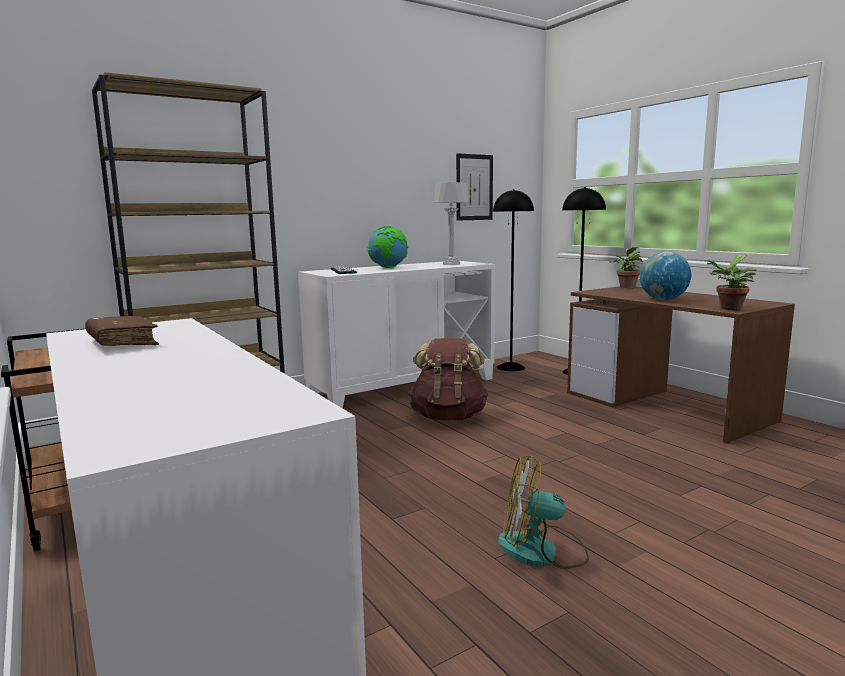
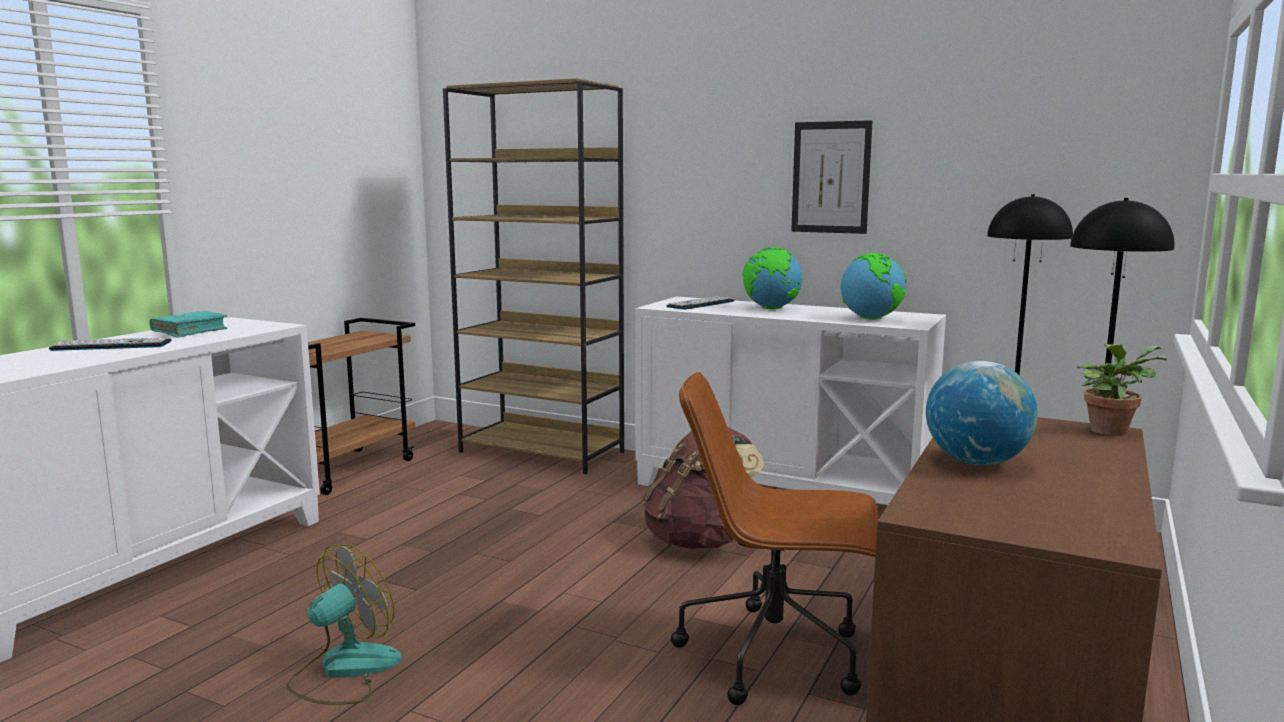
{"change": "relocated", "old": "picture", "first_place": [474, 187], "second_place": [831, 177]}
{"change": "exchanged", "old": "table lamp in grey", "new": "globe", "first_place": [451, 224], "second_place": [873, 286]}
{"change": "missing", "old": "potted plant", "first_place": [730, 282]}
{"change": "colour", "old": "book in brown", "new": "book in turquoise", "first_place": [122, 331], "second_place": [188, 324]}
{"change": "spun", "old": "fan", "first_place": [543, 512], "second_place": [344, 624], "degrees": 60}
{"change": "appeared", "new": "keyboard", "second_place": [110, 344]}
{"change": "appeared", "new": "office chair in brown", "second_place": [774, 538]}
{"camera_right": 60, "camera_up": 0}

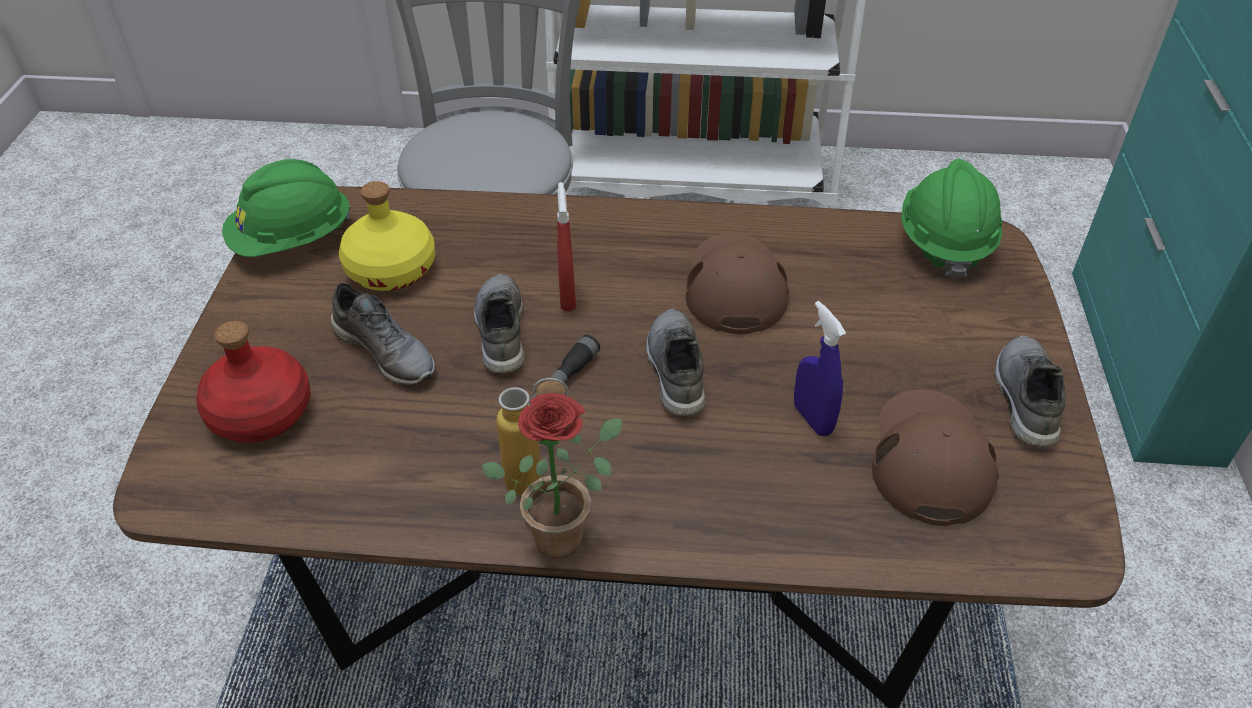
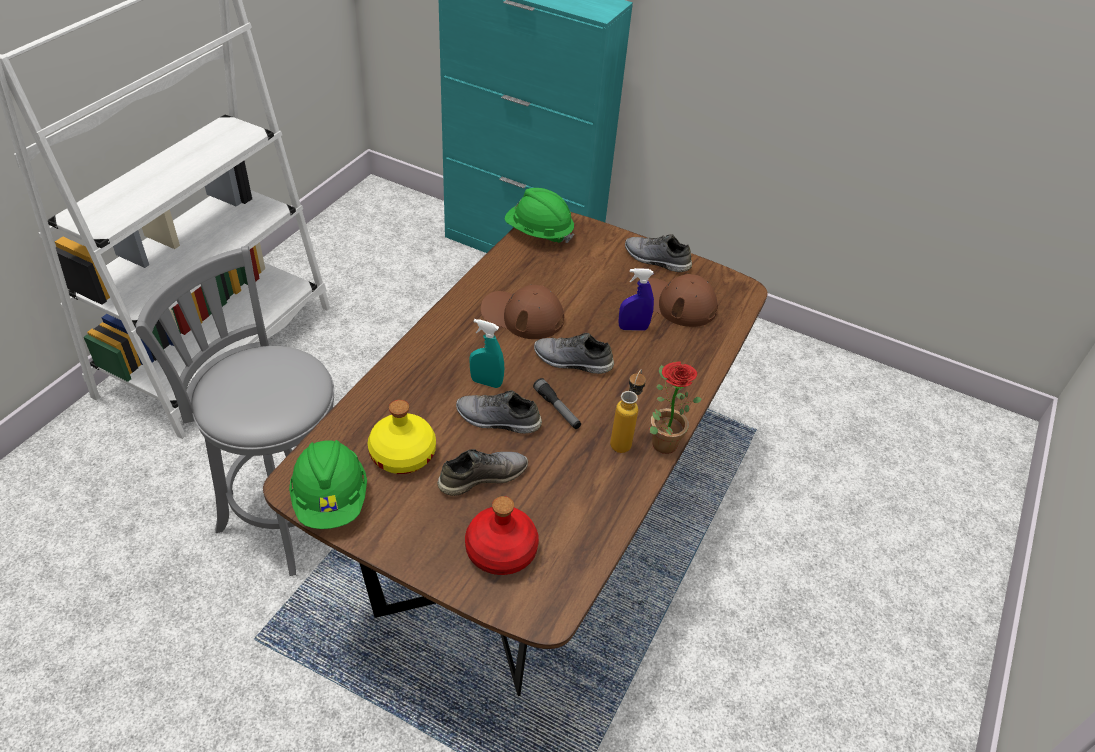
{"change": "colour", "old": "spray bottle in red", "new": "spray bottle in turquoise", "first_place": [566, 246], "second_place": [486, 353]}
{"camera_right": -70, "camera_up": 0}

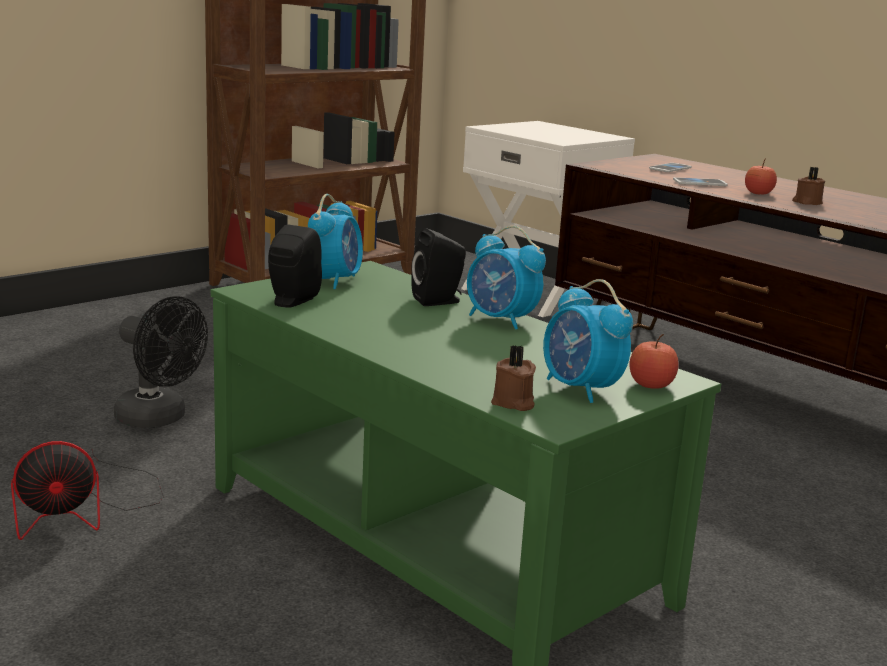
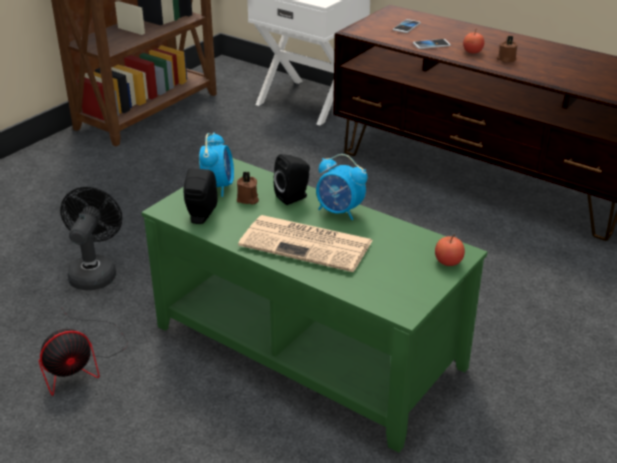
{"change": "missing", "old": "alarm clock", "first_place": [588, 341]}
{"change": "spun", "old": "fan in black", "first_place": [161, 362], "second_place": [91, 238], "degrees": -105}
{"change": "relocated", "old": "candle in brown", "first_place": [513, 378], "second_place": [248, 188]}
{"change": "appeared", "new": "newspaper", "second_place": [305, 243]}
{"camera_right": -10, "camera_up": 15}

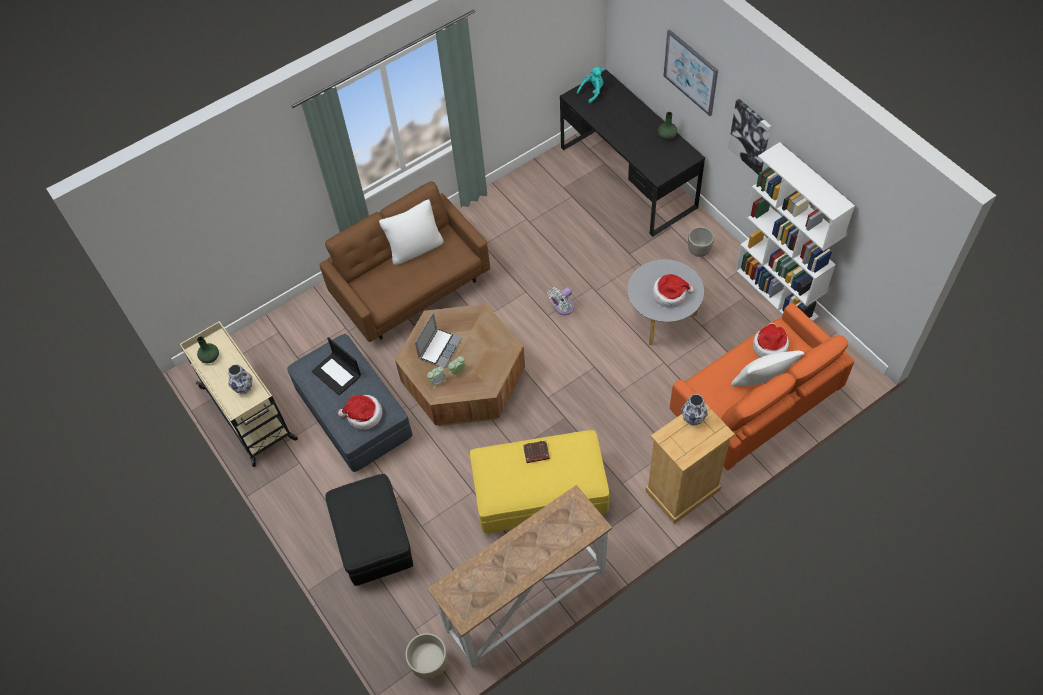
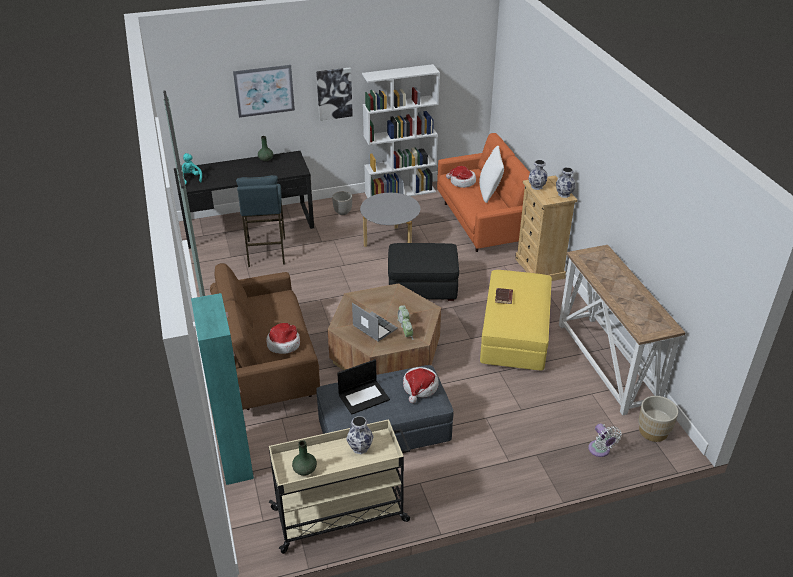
{"change": "missing", "old": "pillow in white", "first_place": [411, 232]}
{"change": "relocated", "old": "hat", "first_place": [673, 291], "second_place": [283, 338]}
{"change": "relocated", "old": "fan in white", "first_place": [561, 301], "second_place": [605, 440]}
{"change": "relocated", "old": "ottoman in black", "first_place": [369, 530], "second_place": [423, 272]}
{"change": "appeared", "new": "vase", "second_place": [565, 182]}
{"change": "appeared", "new": "stool in blue", "second_place": [260, 221]}
{"change": "appeared", "new": "cabinet in turquoise", "second_place": [222, 389]}
{"camera_right": -75, "camera_up": -20}

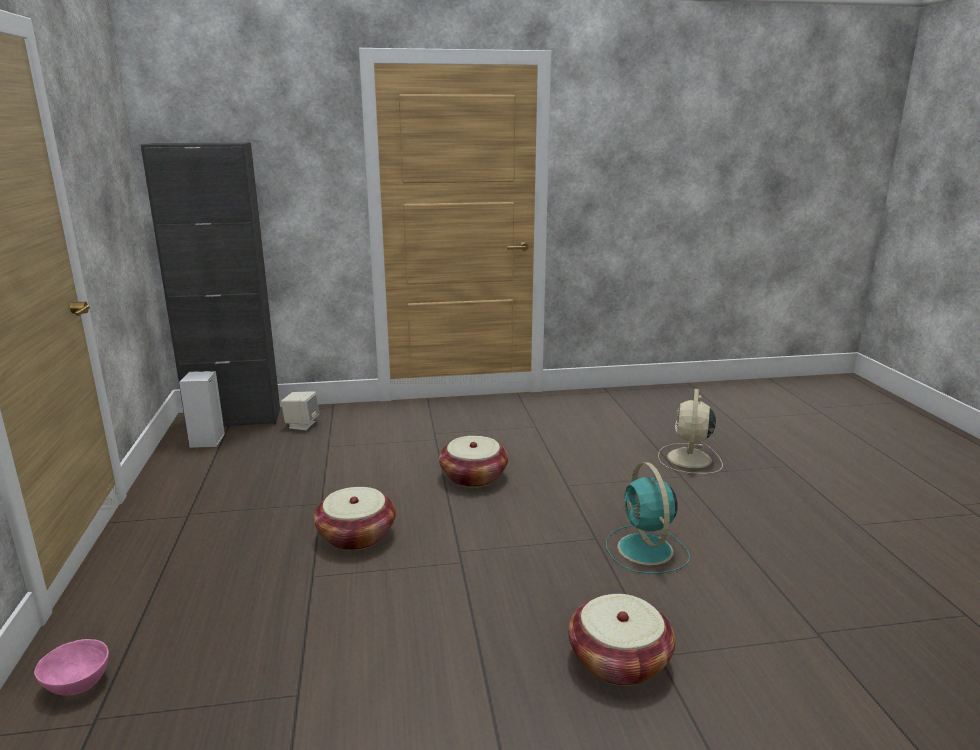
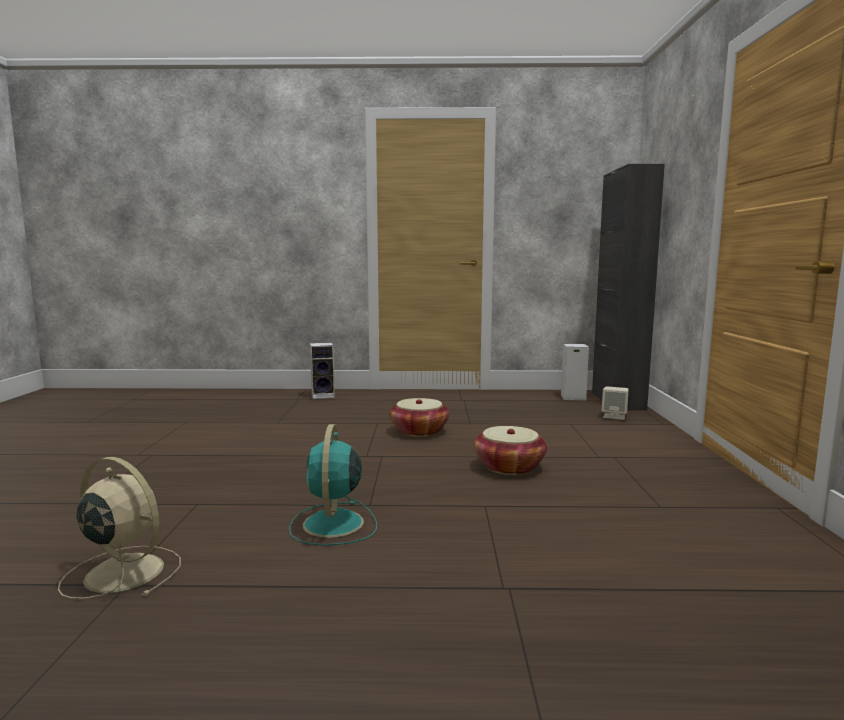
{"change": "relocated", "old": "fan in beige", "first_place": [690, 431], "second_place": [119, 528]}
{"change": "spun", "old": "fan in turquoise", "first_place": [648, 518], "second_place": [333, 484], "degrees": -90}
{"change": "missing", "old": "basket", "first_place": [621, 640]}
{"change": "exchanged", "old": "bowl in pink", "new": "speaker", "first_place": [71, 667], "second_place": [322, 371]}
{"camera_right": 100, "camera_up": -10}

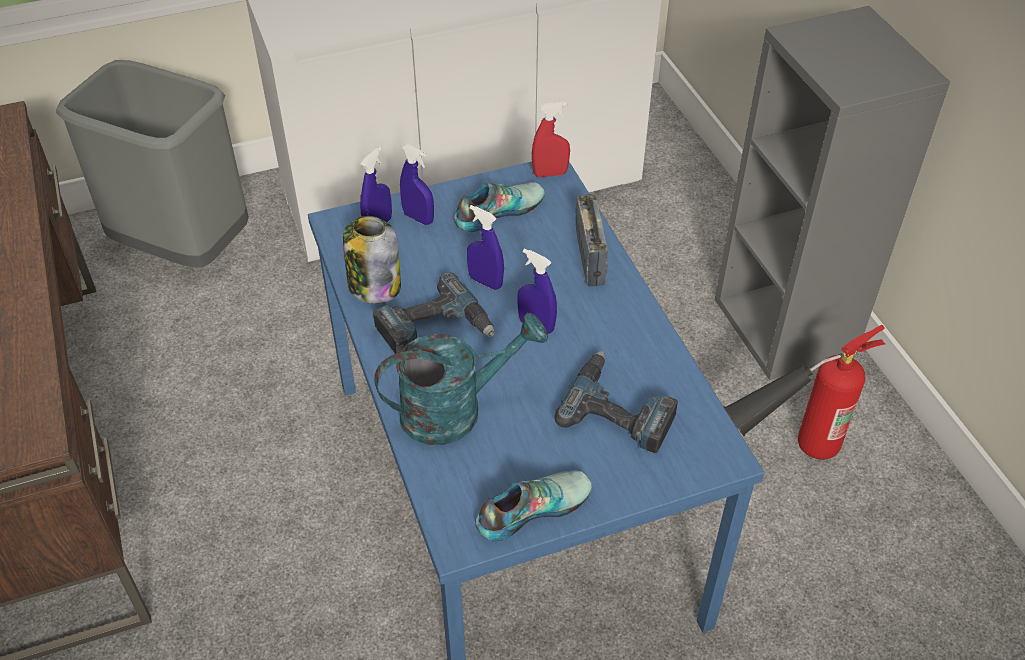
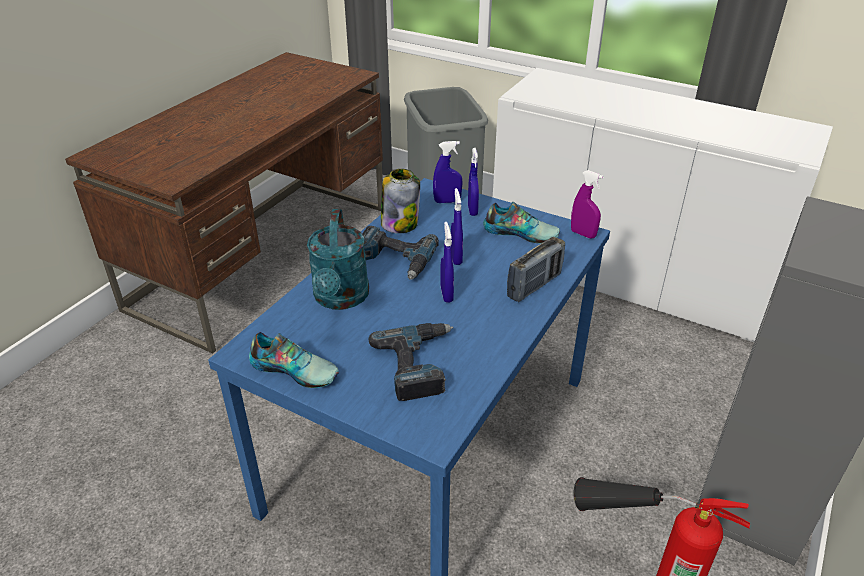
{"change": "colour", "old": "spray bottle in red", "new": "spray bottle in purple", "first_place": [551, 139], "second_place": [587, 204]}
{"change": "spun", "old": "watering can in turquoise", "first_place": [461, 379], "second_place": [338, 259], "degrees": 60}
{"camera_right": 50, "camera_up": -10}

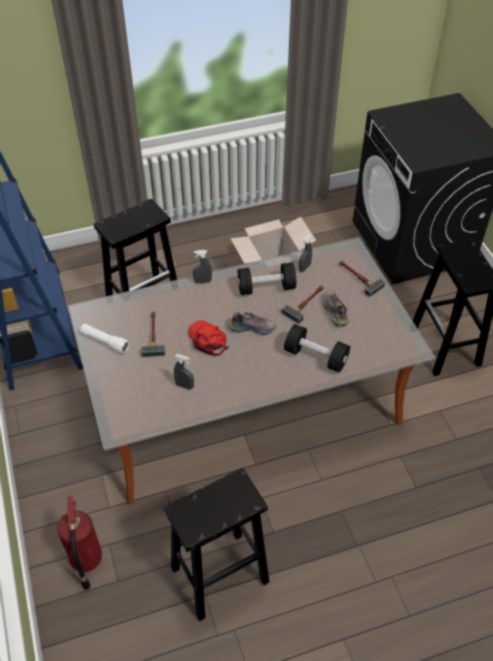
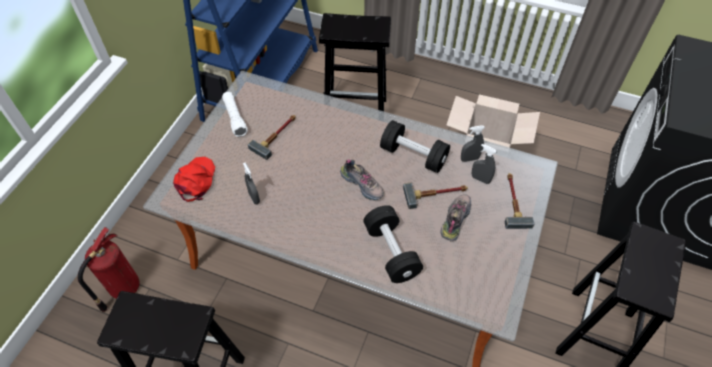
{"change": "relocated", "old": "spray bottle in grey", "first_place": [202, 267], "second_place": [484, 164]}
{"change": "relocated", "old": "cap in red", "first_place": [208, 338], "second_place": [194, 179]}
{"camera_right": 40, "camera_up": 5}

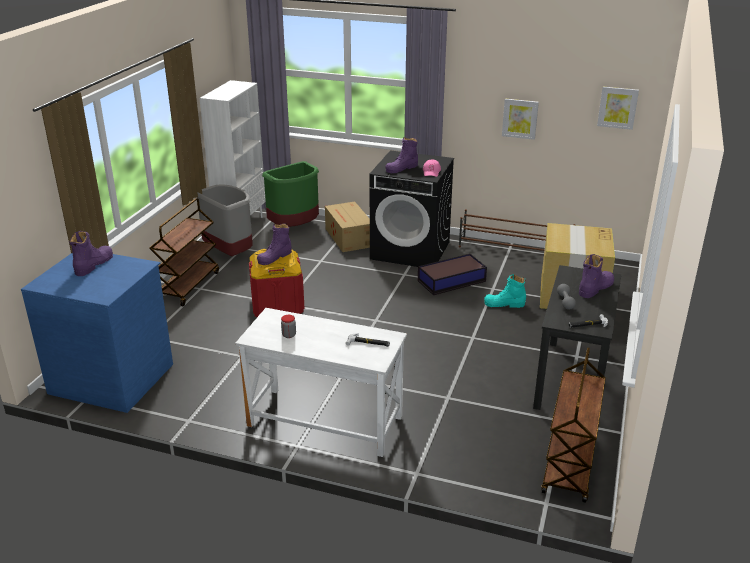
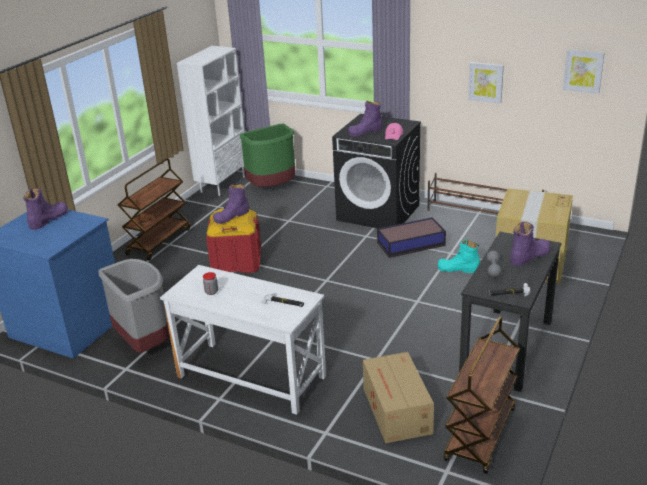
{"change": "relocated", "old": "trash can in grey", "first_place": [225, 220], "second_place": [134, 306]}
{"change": "relocated", "old": "cardboard box", "first_place": [347, 226], "second_place": [398, 397]}
{"camera_right": 10, "camera_up": 0}

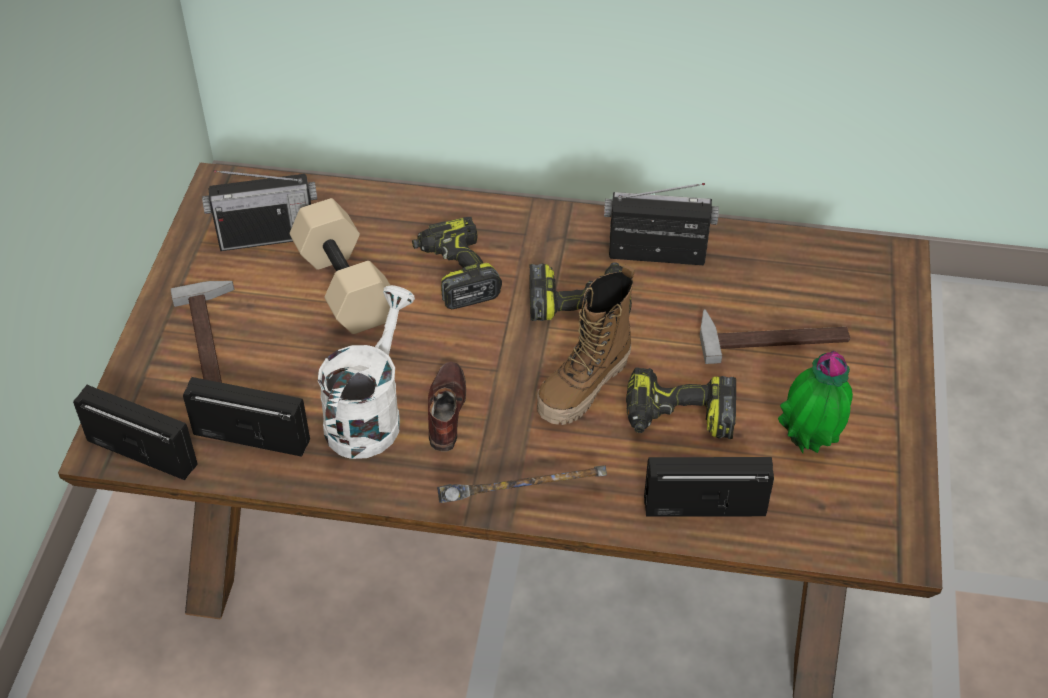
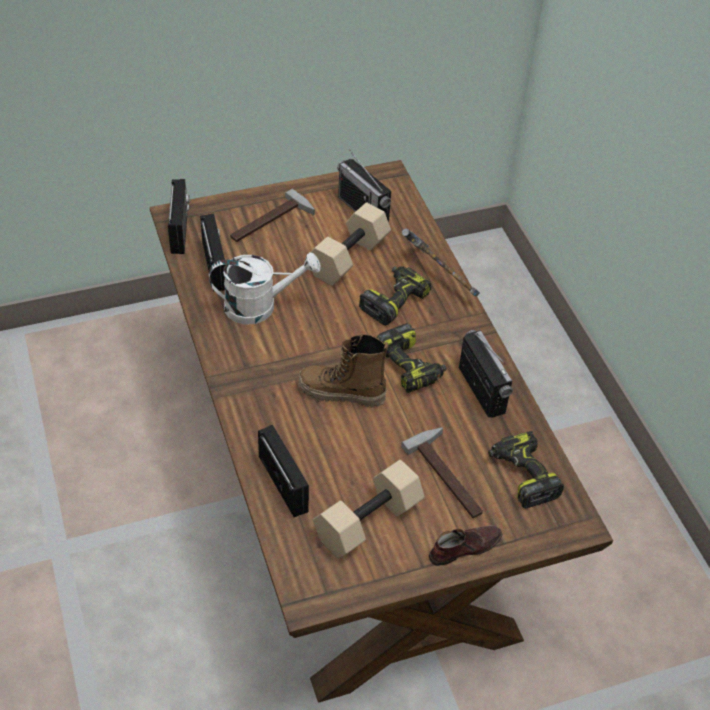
{"change": "exchanged", "old": "potted plant", "new": "dumbbell in beige", "first_place": [815, 402], "second_place": [369, 509]}
{"change": "relocated", "old": "shoe in brown", "first_place": [447, 407], "second_place": [466, 545]}
{"change": "relocated", "old": "power drill", "first_place": [681, 403], "second_place": [526, 469]}
{"change": "relocated", "old": "hammer", "first_place": [522, 484], "second_place": [441, 262]}
{"camera_right": 60, "camera_up": 0}

